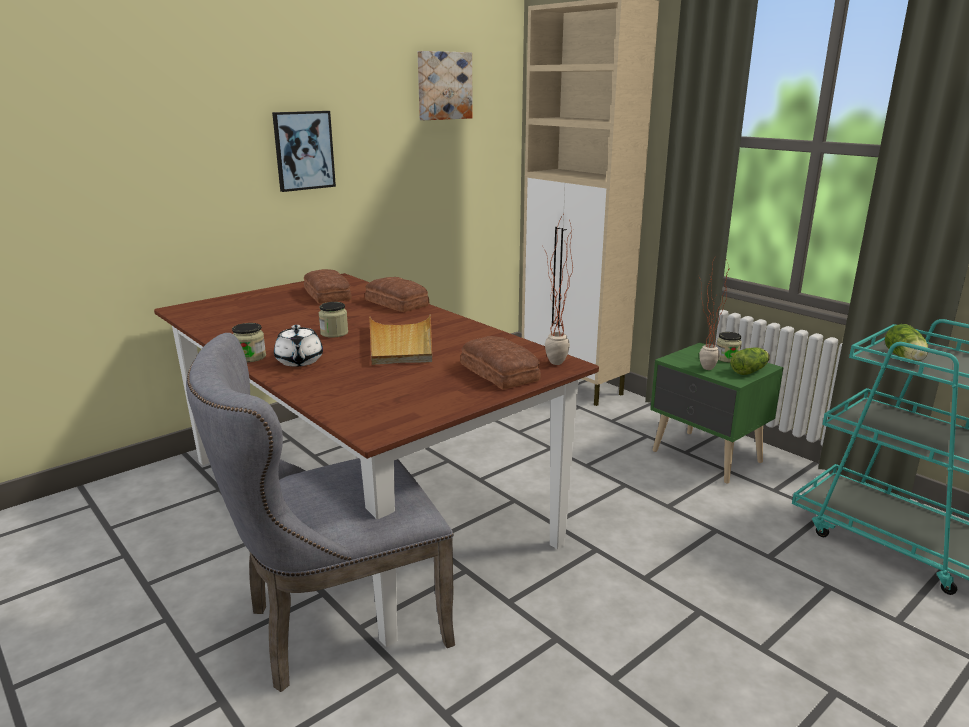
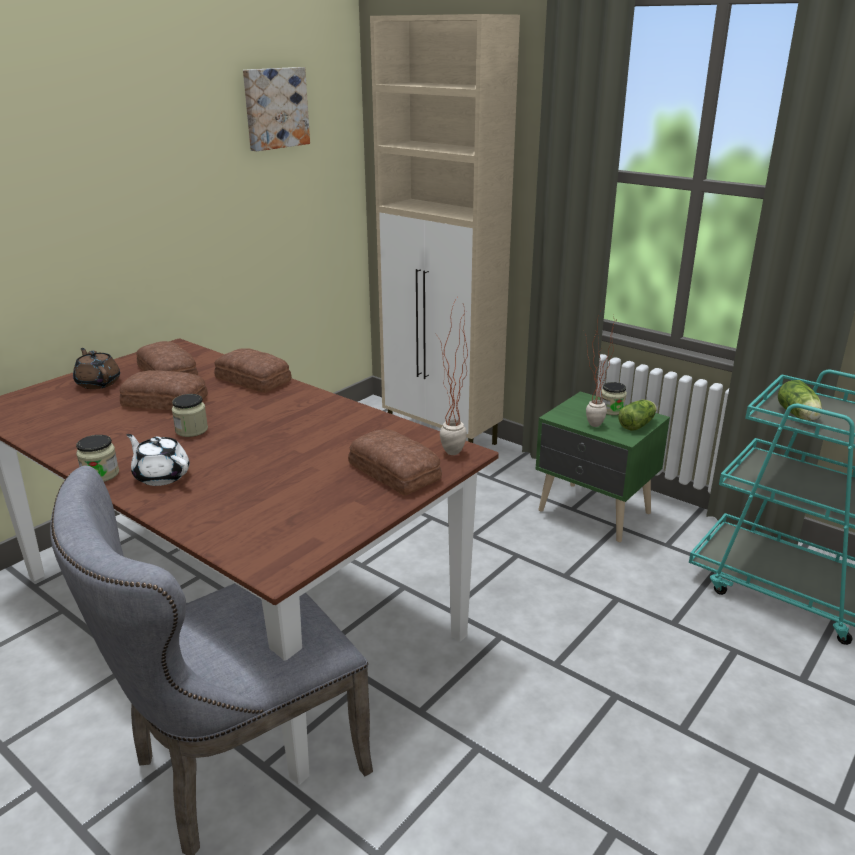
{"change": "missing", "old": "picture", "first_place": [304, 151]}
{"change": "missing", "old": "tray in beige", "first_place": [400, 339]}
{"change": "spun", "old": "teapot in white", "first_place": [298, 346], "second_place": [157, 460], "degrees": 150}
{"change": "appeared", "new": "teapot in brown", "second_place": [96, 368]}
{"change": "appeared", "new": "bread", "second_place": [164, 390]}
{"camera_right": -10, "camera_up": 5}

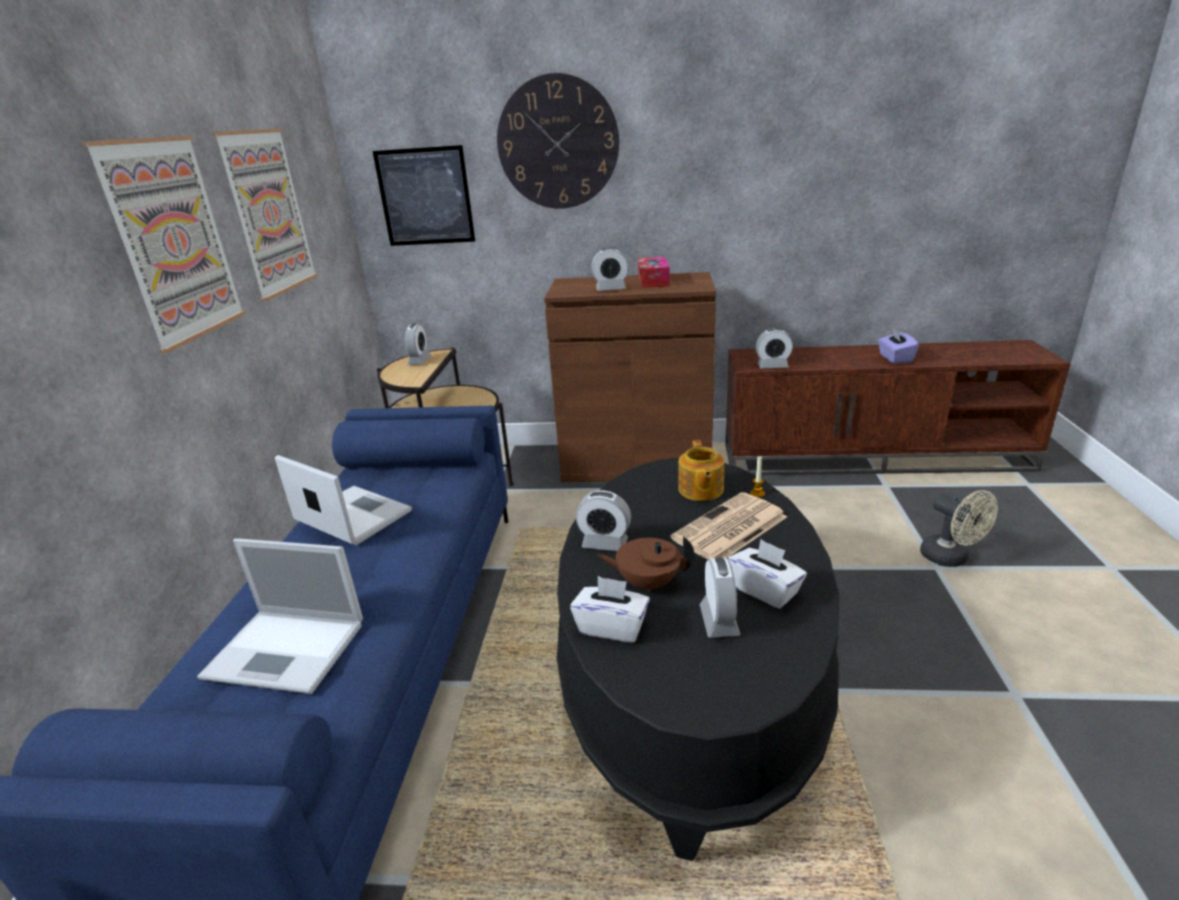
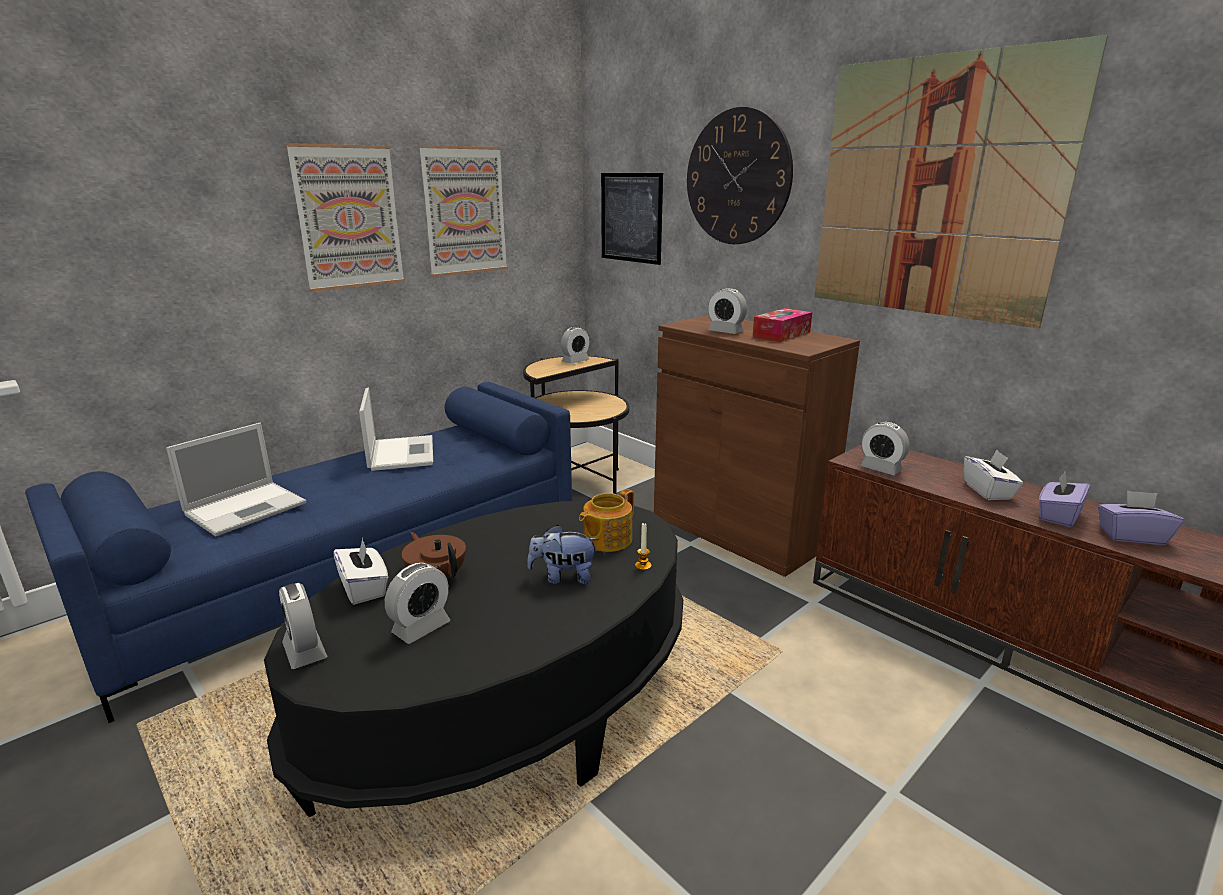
{"change": "relocated", "old": "alarm clock", "first_place": [603, 520], "second_place": [303, 626]}
{"change": "missing", "old": "fan in beige", "first_place": [959, 528]}
{"change": "exchanged", "old": "newspaper", "new": "plush toy", "first_place": [728, 525], "second_place": [563, 554]}
{"change": "spun", "old": "laptop", "first_place": [280, 616], "second_place": [236, 479], "degrees": -105}
{"change": "relocated", "old": "tissue box in white", "first_place": [767, 574], "second_place": [993, 475]}
{"change": "appeared", "new": "picture", "second_place": [961, 181]}
{"change": "appeared", "new": "tissue box in purple", "second_place": [1141, 517]}
{"camera_right": 40, "camera_up": -5}

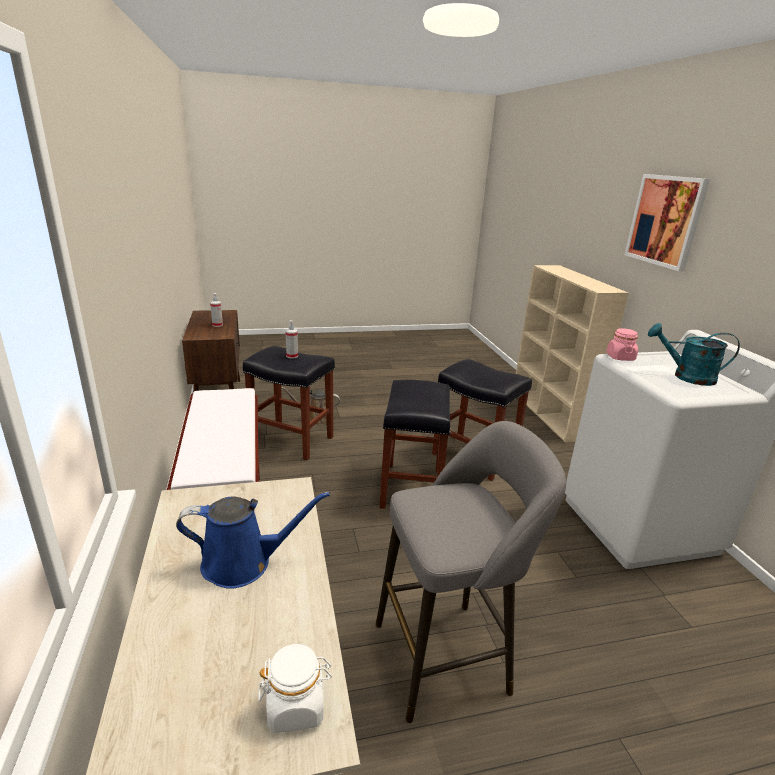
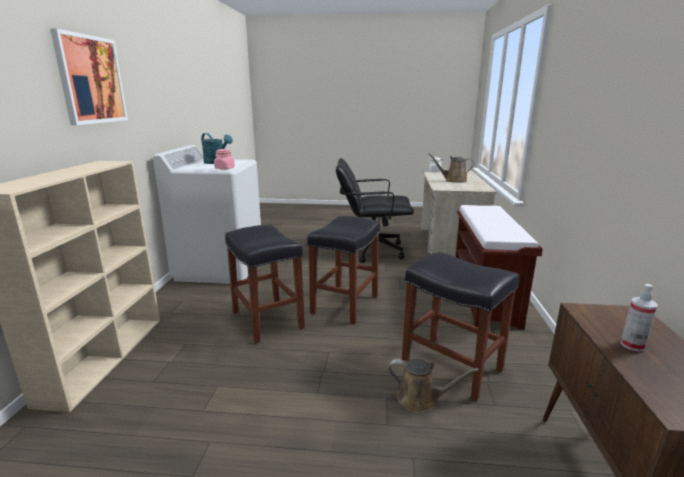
{"change": "missing", "old": "spray bottle", "first_place": [291, 339]}
{"change": "exchanged", "old": "stool in grey", "new": "office chair in black", "first_place": [471, 572], "second_place": [375, 210]}
{"change": "colour", "old": "watering can in blue", "new": "watering can in brown", "first_place": [253, 540], "second_place": [451, 168]}
{"camera_right": -160, "camera_up": -5}

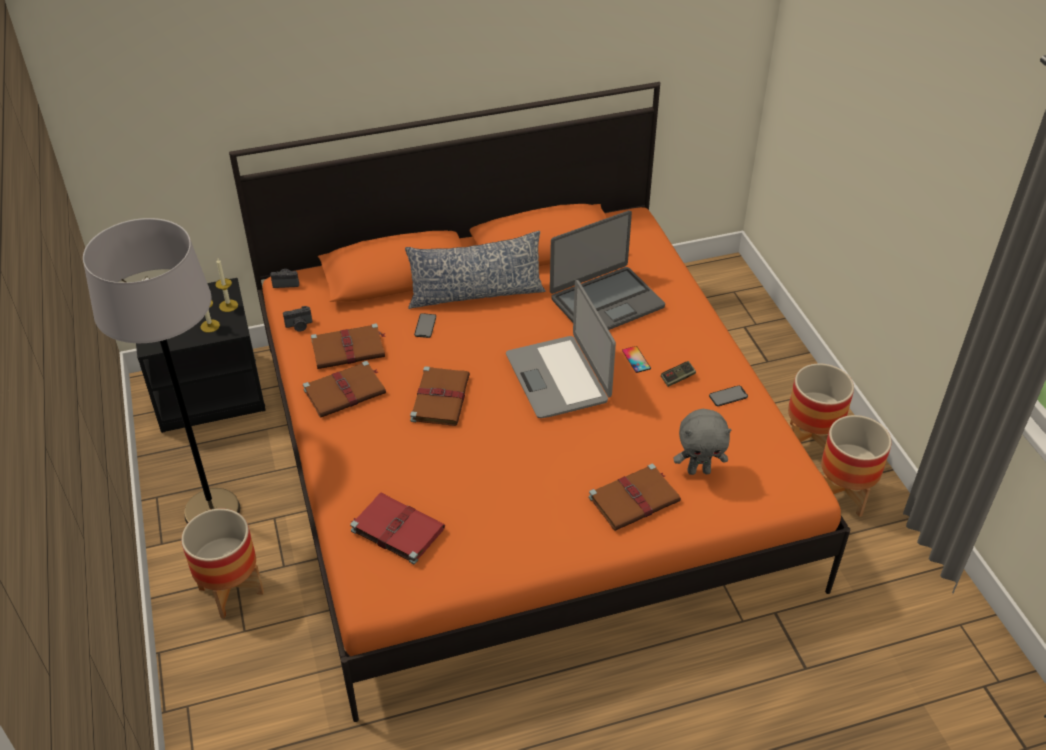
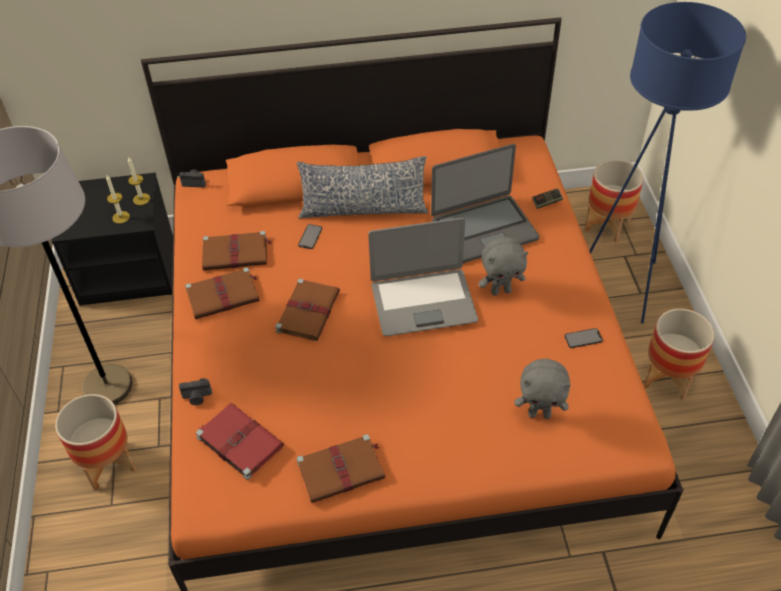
{"change": "spun", "old": "laptop", "first_place": [561, 349], "second_place": [423, 277], "degrees": -90}
{"change": "relocated", "old": "photo camera", "first_place": [297, 319], "second_place": [195, 391]}
{"change": "exchanged", "old": "phone", "new": "plush toy in grey", "first_place": [636, 359], "second_place": [503, 266]}
{"change": "relocated", "old": "game controller", "first_place": [678, 374], "second_place": [547, 199]}
{"change": "relocated", "old": "planter", "first_place": [856, 466], "second_place": [614, 201]}
{"change": "relocated", "old": "book in brown", "first_place": [635, 497], "second_place": [341, 468]}
{"change": "appeared", "new": "floor lamp in blue", "second_place": [667, 162]}
{"camera_right": 10, "camera_up": 5}

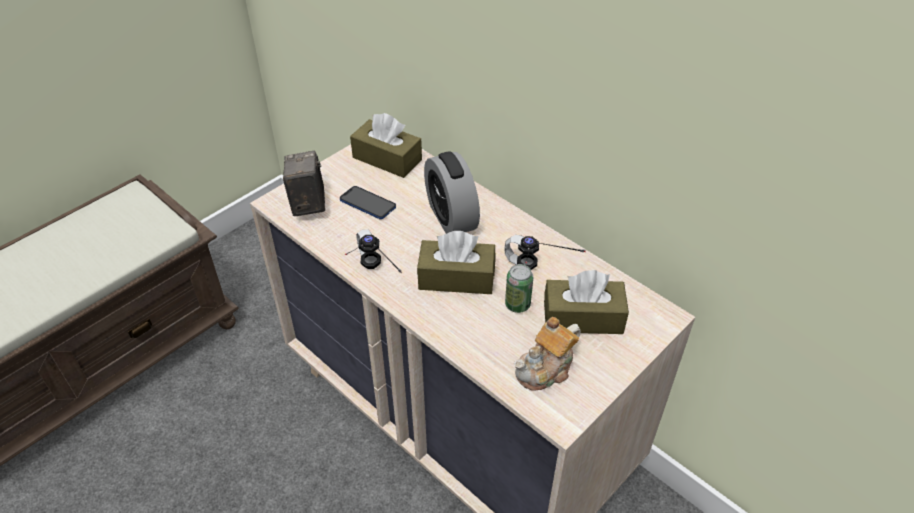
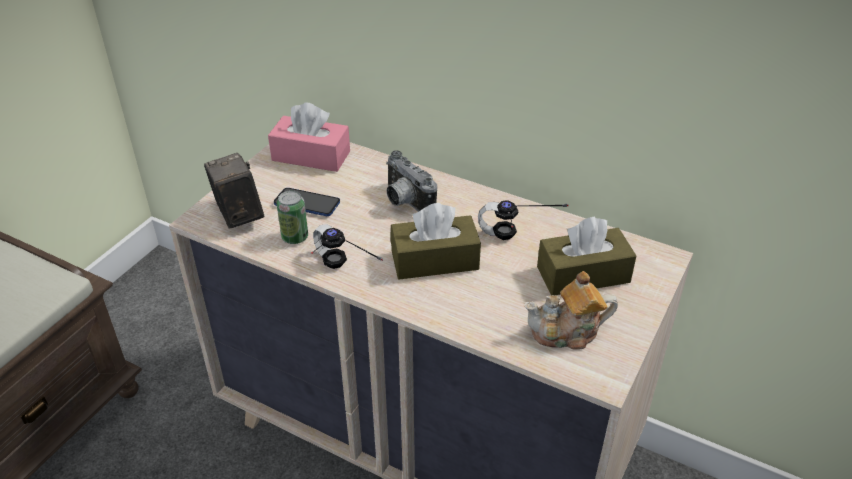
{"change": "colour", "old": "tissue box in brown", "new": "tissue box in pink", "first_place": [386, 145], "second_place": [309, 137]}
{"change": "exchanged", "old": "alarm clock", "new": "photo camera", "first_place": [452, 193], "second_place": [411, 181]}
{"change": "relocated", "old": "can", "first_place": [519, 288], "second_place": [292, 217]}
{"change": "spun", "old": "teapot", "first_place": [547, 354], "second_place": [571, 310], "degrees": 45}
{"camera_right": -15, "camera_up": -5}

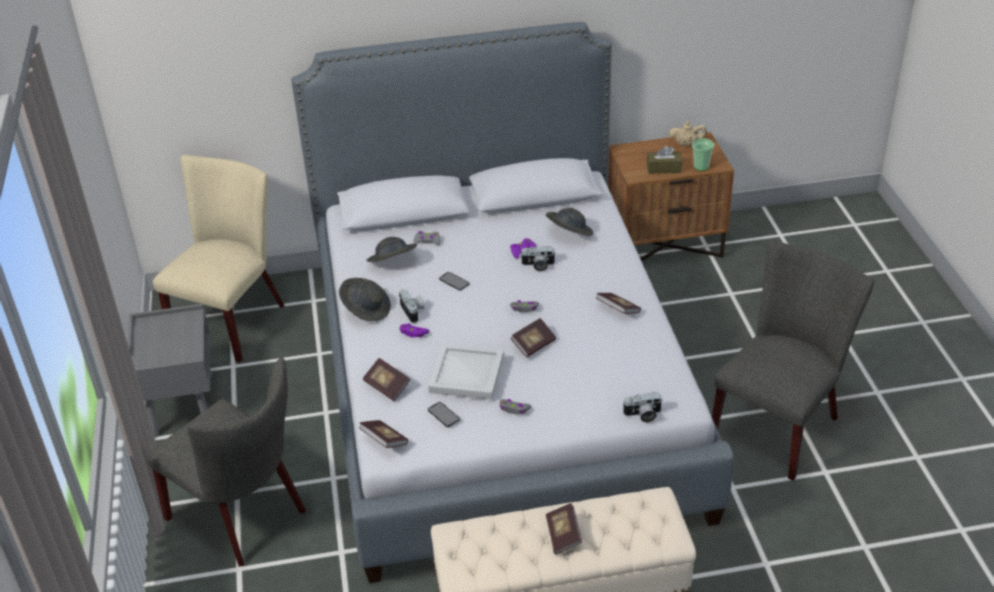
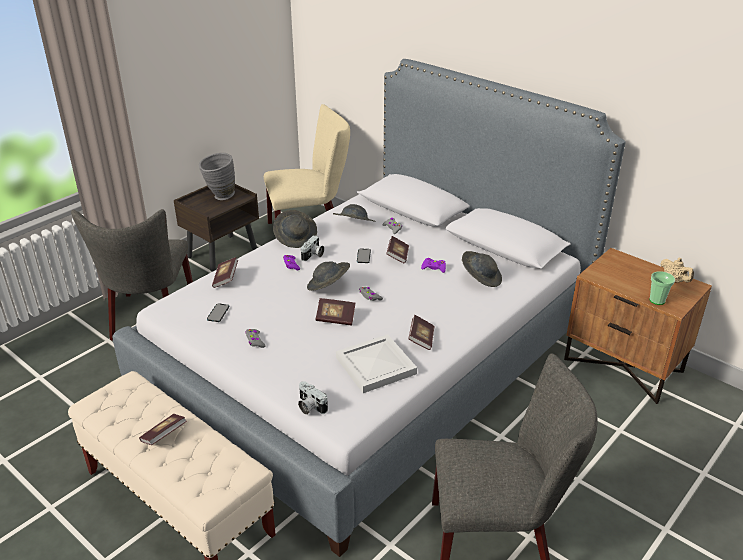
{"change": "missing", "old": "tissue box in brown", "first_place": [664, 159]}
{"change": "missing", "old": "photo camera", "first_place": [538, 259]}
{"change": "colour", "old": "nightstand in grey", "new": "nightstand in brown", "first_place": [169, 370], "second_place": [216, 228]}
{"change": "relocated", "old": "tray in white", "first_place": [466, 372], "second_place": [376, 363]}
{"change": "relocated", "old": "book", "first_place": [383, 434], "second_place": [397, 249]}
{"change": "appeared", "new": "vase in grey", "second_place": [217, 176]}
{"change": "appeared", "new": "hat in grey", "second_place": [328, 276]}
{"camera_right": 50, "camera_up": -5}

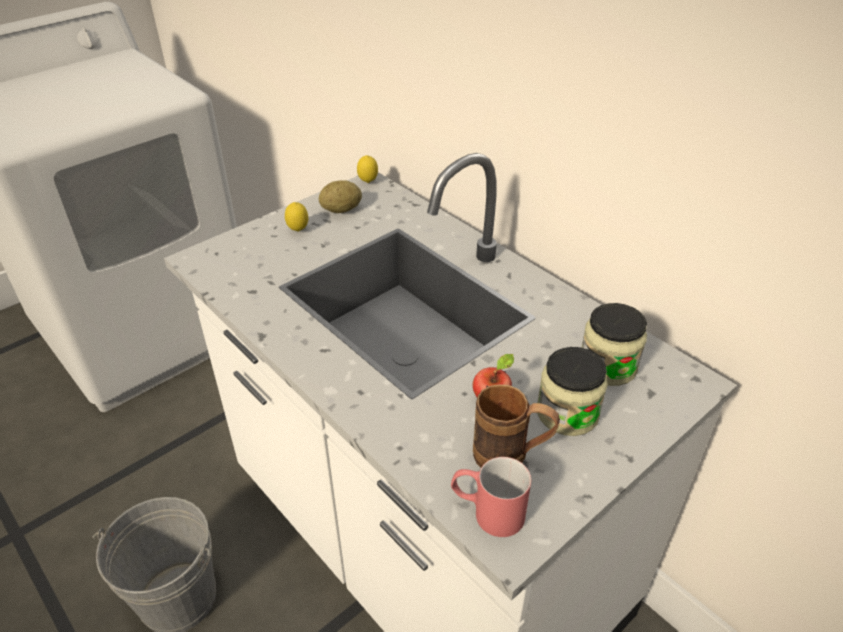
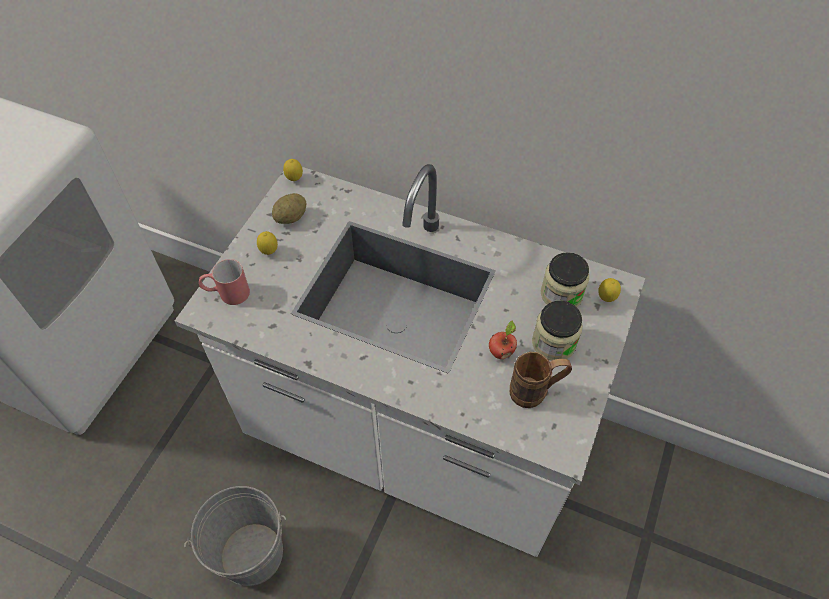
{"change": "relocated", "old": "mug in red", "first_place": [491, 497], "second_place": [224, 282]}
{"change": "appeared", "new": "lemon", "second_place": [609, 290]}
{"camera_right": -25, "camera_up": 15}

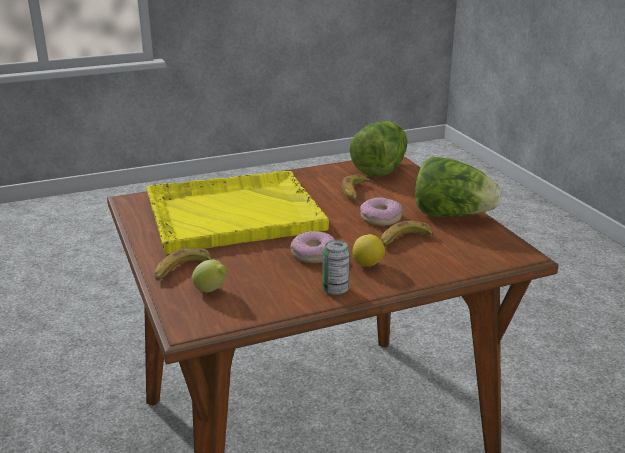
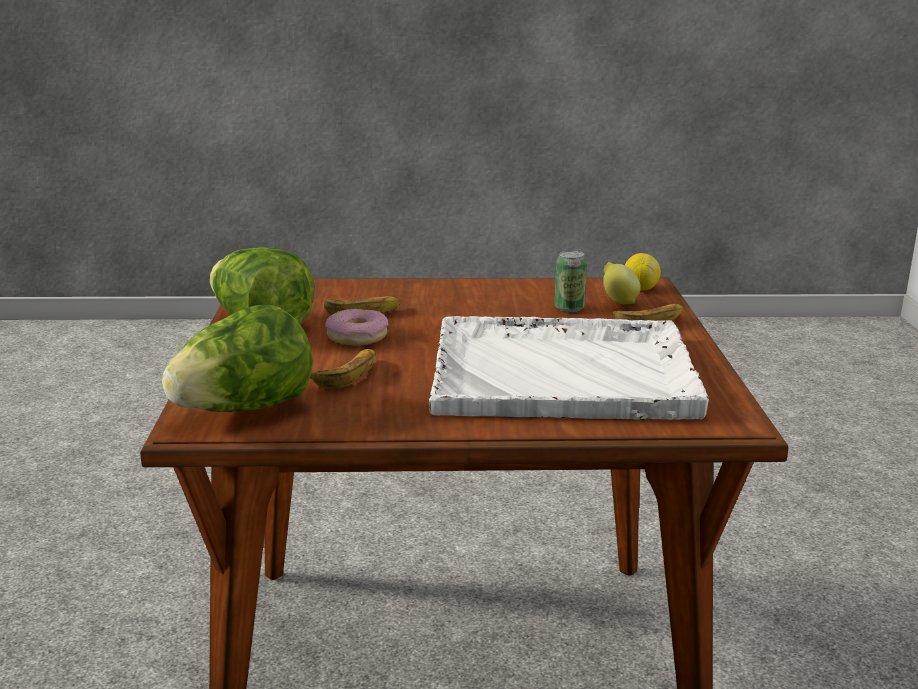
{"change": "colour", "old": "tray in yellow", "new": "tray in white", "first_place": [238, 213], "second_place": [569, 368]}
{"change": "missing", "old": "donut", "first_place": [313, 247]}
{"change": "relocated", "old": "lemon", "first_place": [368, 250], "second_place": [643, 271]}
{"change": "relocated", "old": "can", "first_place": [336, 267], "second_place": [571, 281]}
{"camera_right": -160, "camera_up": -5}

